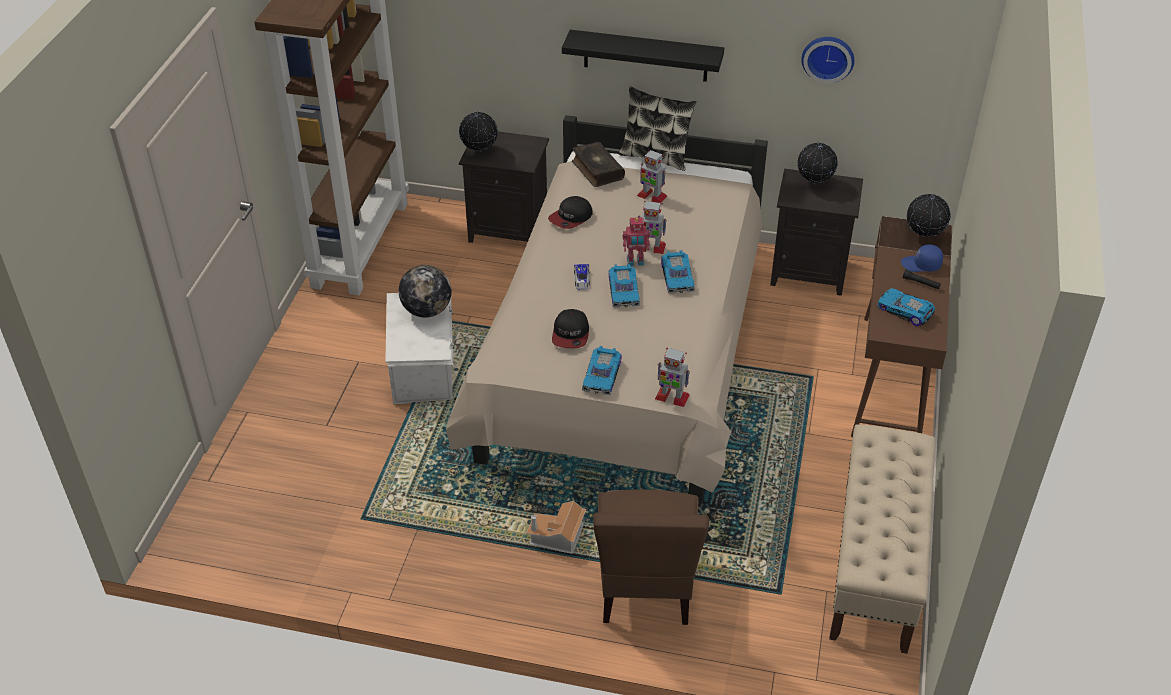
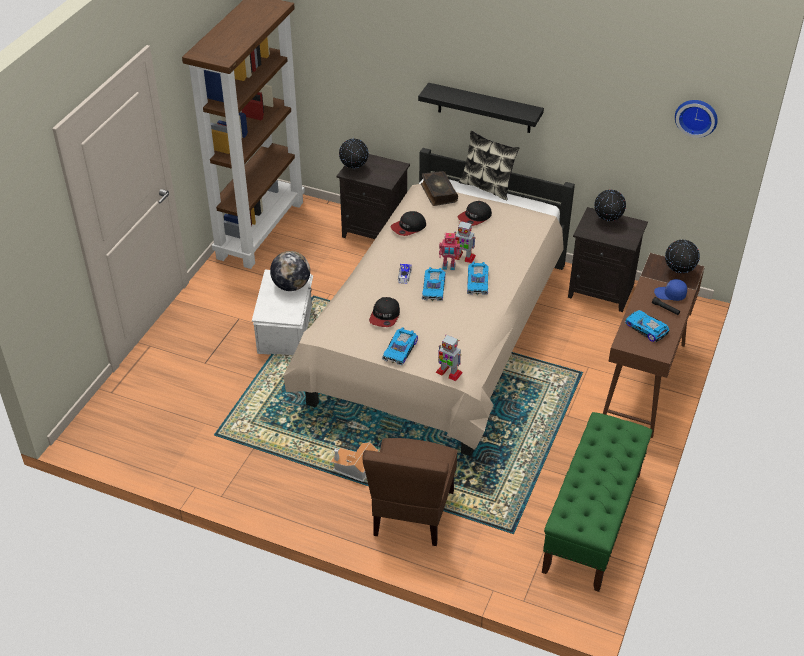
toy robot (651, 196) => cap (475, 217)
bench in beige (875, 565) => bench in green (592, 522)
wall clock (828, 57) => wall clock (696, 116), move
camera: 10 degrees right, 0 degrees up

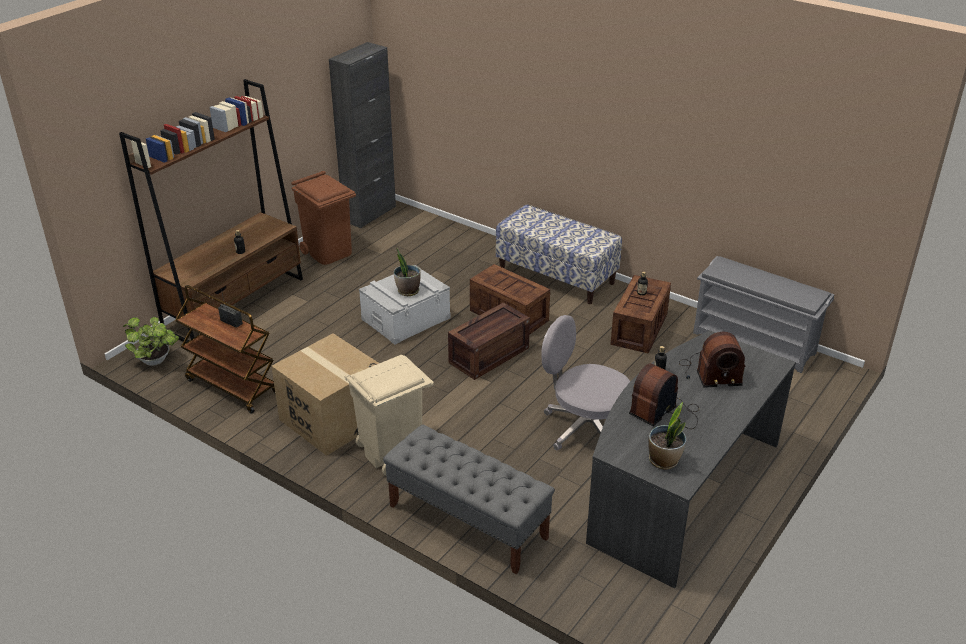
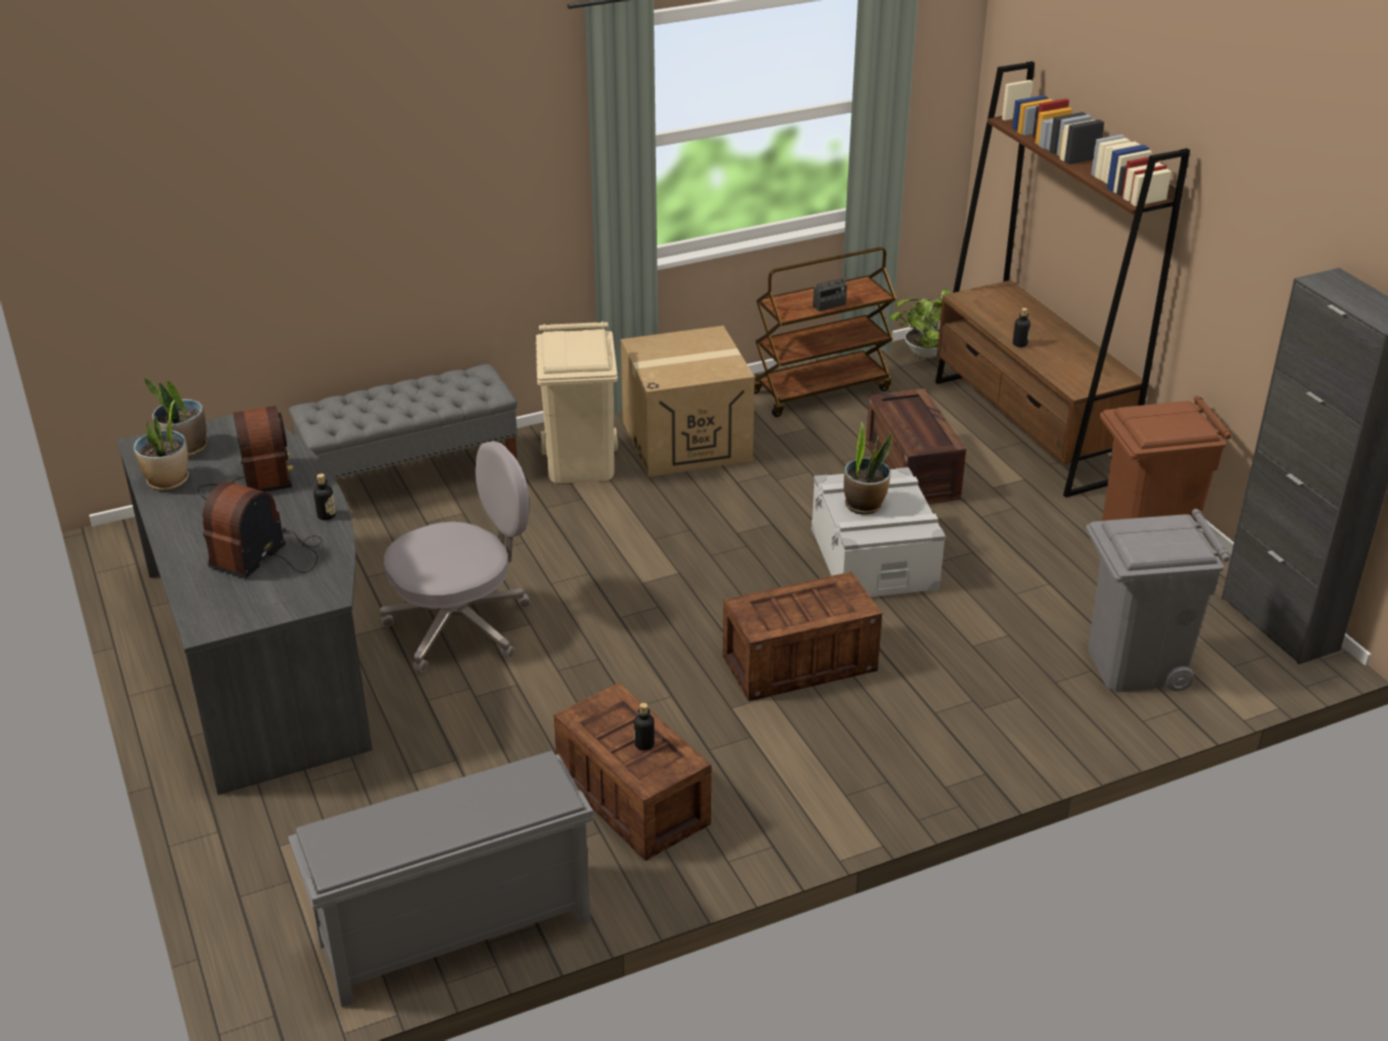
nothing => potted plant (168, 481)
crate (489, 354) => crate (914, 472), move
nothing => trash can in grey (1134, 665)
bench (556, 276) => nothing
camera: 120 degrees right, 0 degrees up

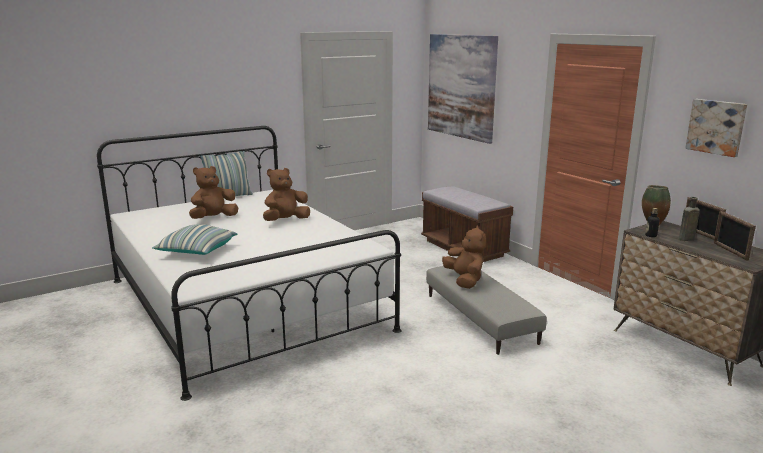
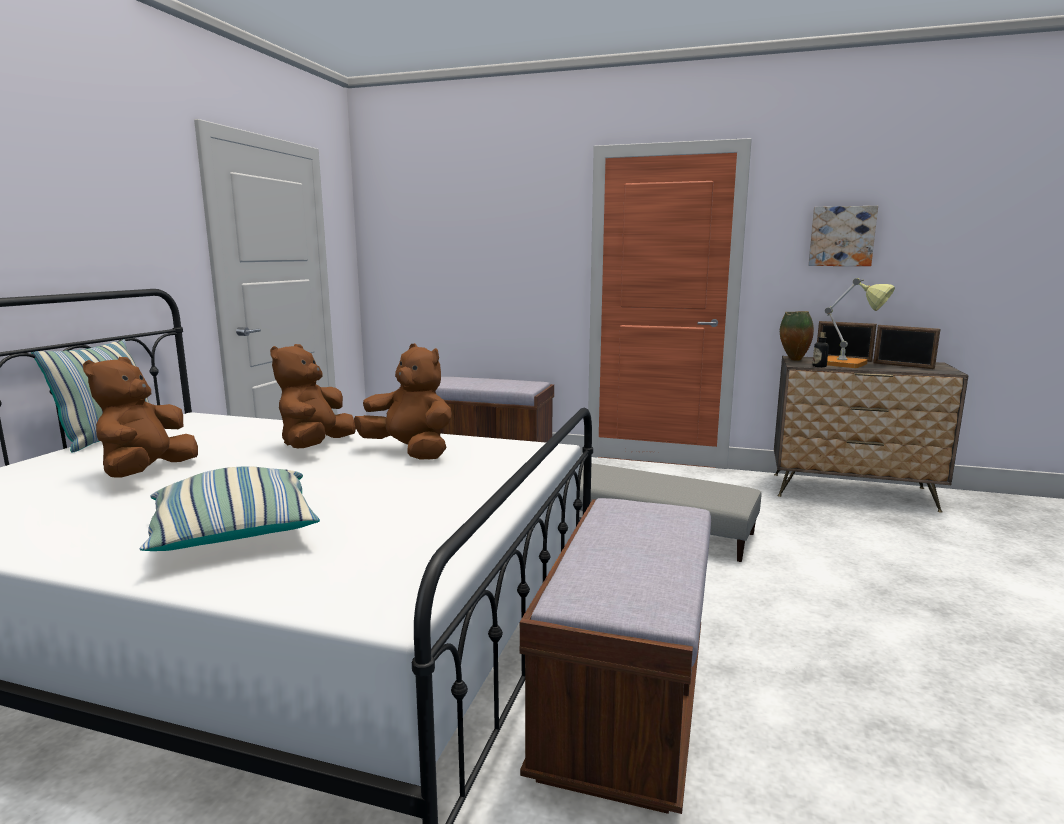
plush toy in brown (464, 280) => plush toy in brown (410, 452), move
nothing => bench in brown (624, 705)
bottle in brown (685, 239) => table lamp (849, 364)
picture (461, 86) => nothing
camera: 40 degrees left, 5 degrees down

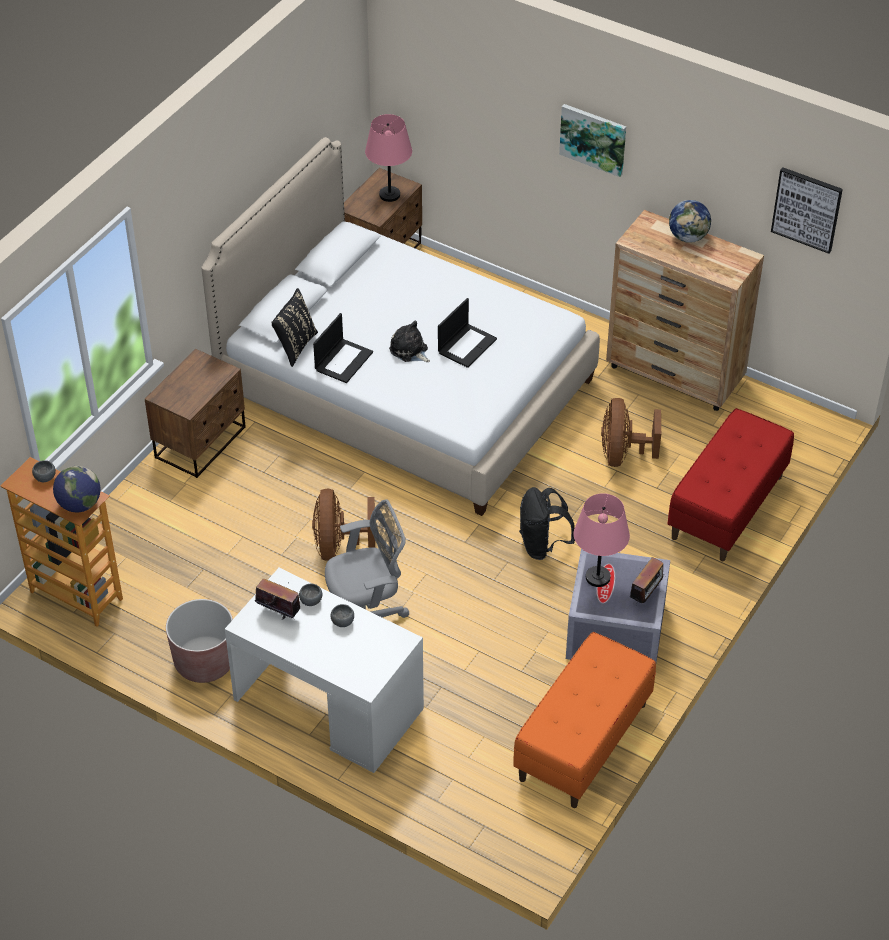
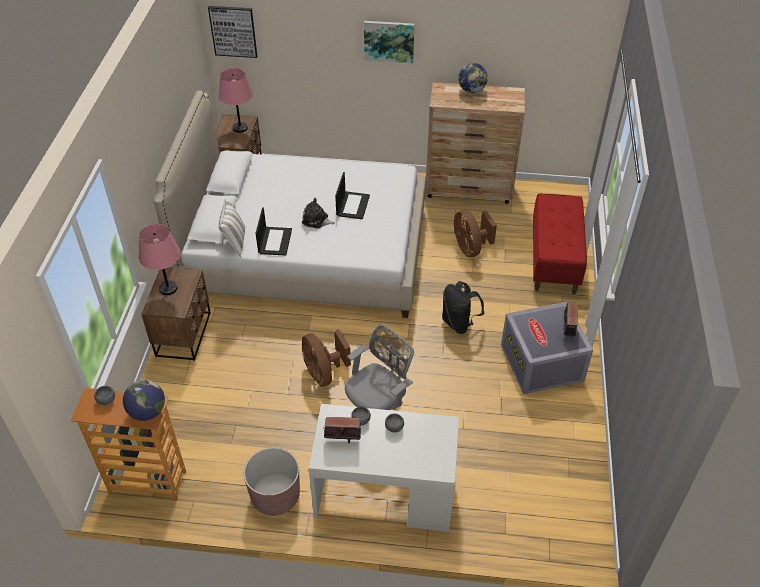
table lamp in pink (597, 577) => table lamp in pink (168, 289), move
picture (807, 209) => picture (233, 31), move
pillow in black (295, 346) => pillow in white (234, 242)
bench in orange (583, 742) => nothing
camera: 25 degrees left, 0 degrees up

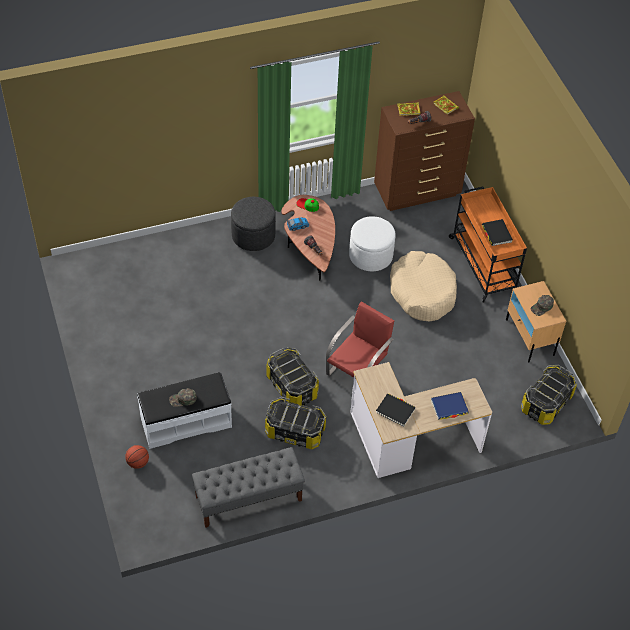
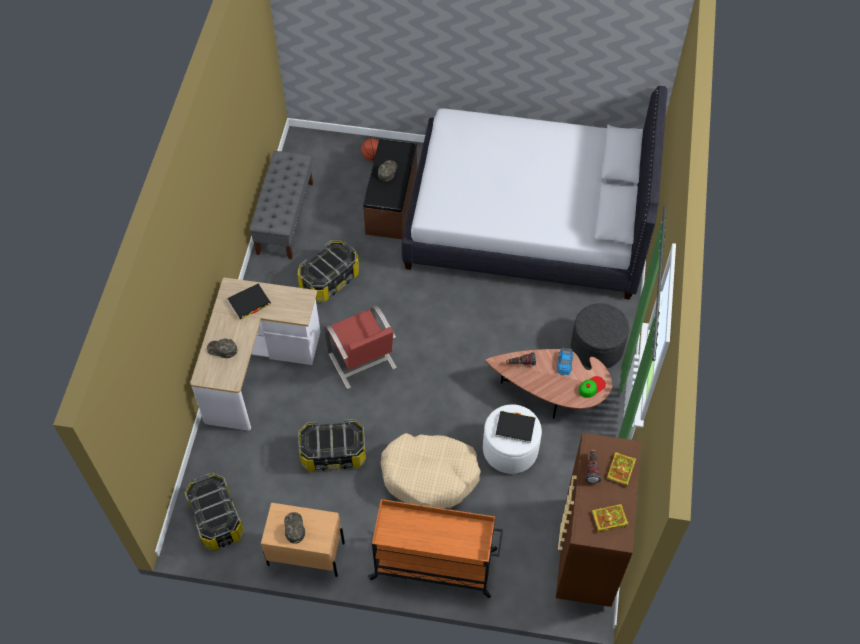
book in blue (449, 407) => cap in green (222, 349)
storage box (292, 386) => storage box (333, 453), move
bench in white (186, 422) => bench in brown (392, 203)
nothing => bed in white (527, 220)
book in black (496, 234) => book in black (515, 427), move
camera: 120 degrees right, 5 degrees up

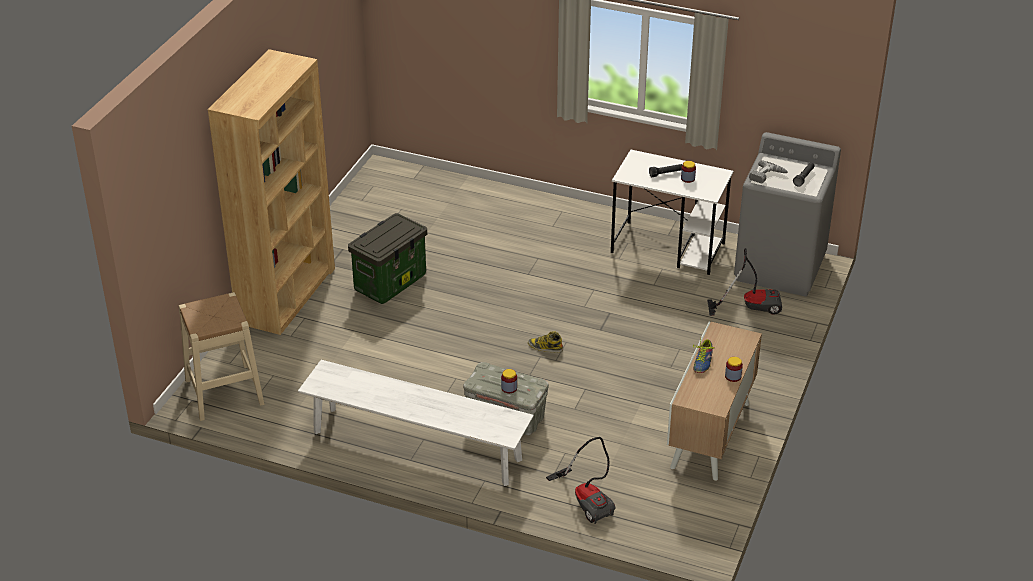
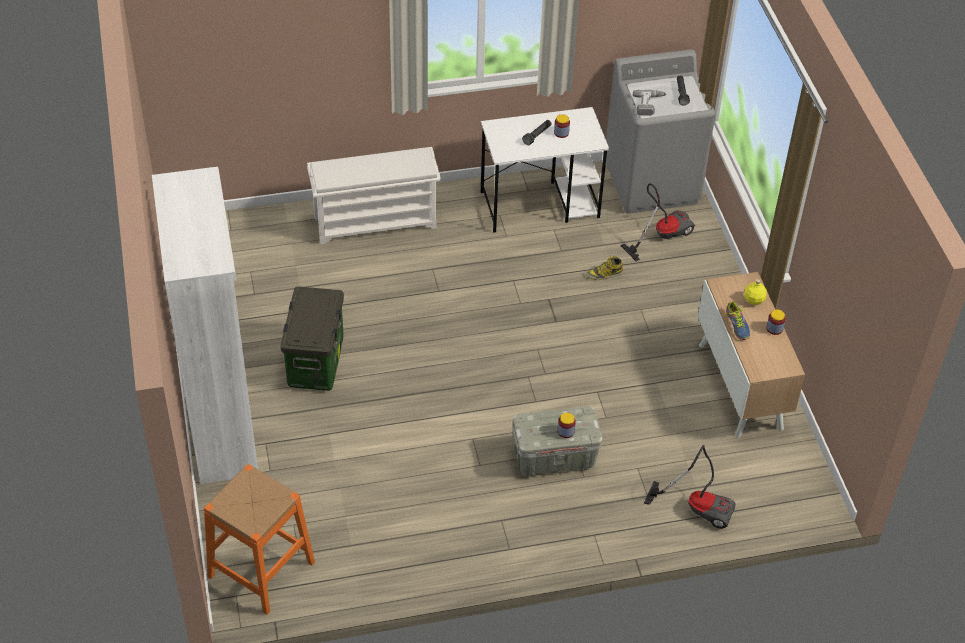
bookcase in brown (286, 295) => bookcase in white (223, 425)
stool in beige (224, 392) => stool in orange (261, 569)
nothing => shoe rack in white (376, 221)
boot (545, 347) => boot (604, 274), move
nothing => bottle in yellow (753, 300)
bench in white (416, 446) => nothing
camera: 35 degrees left, 10 degrees up

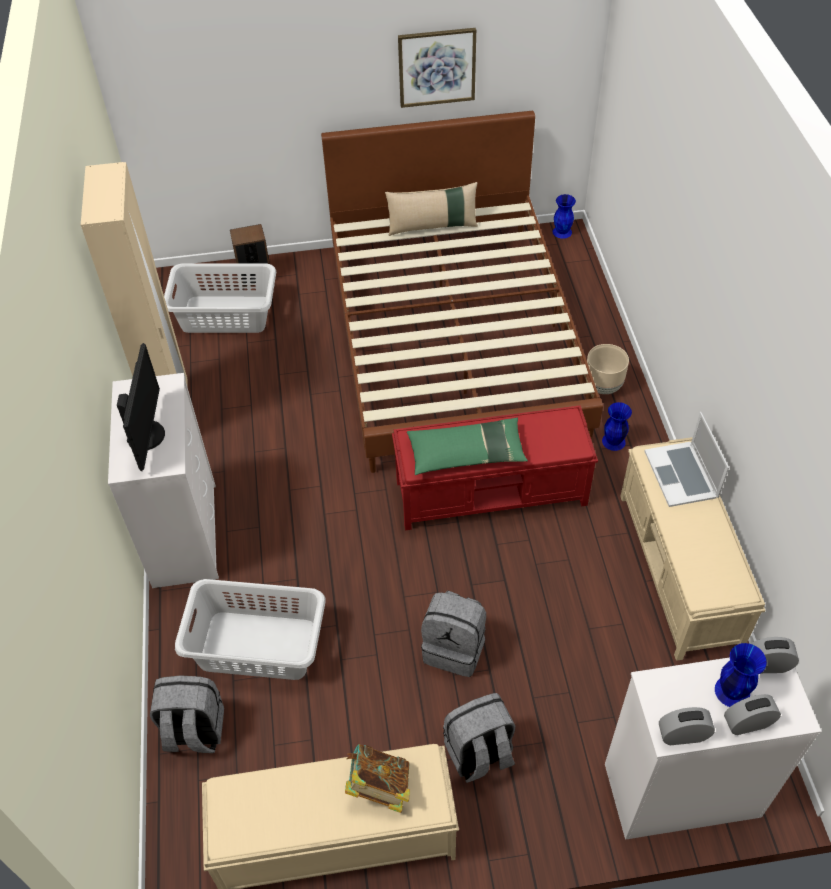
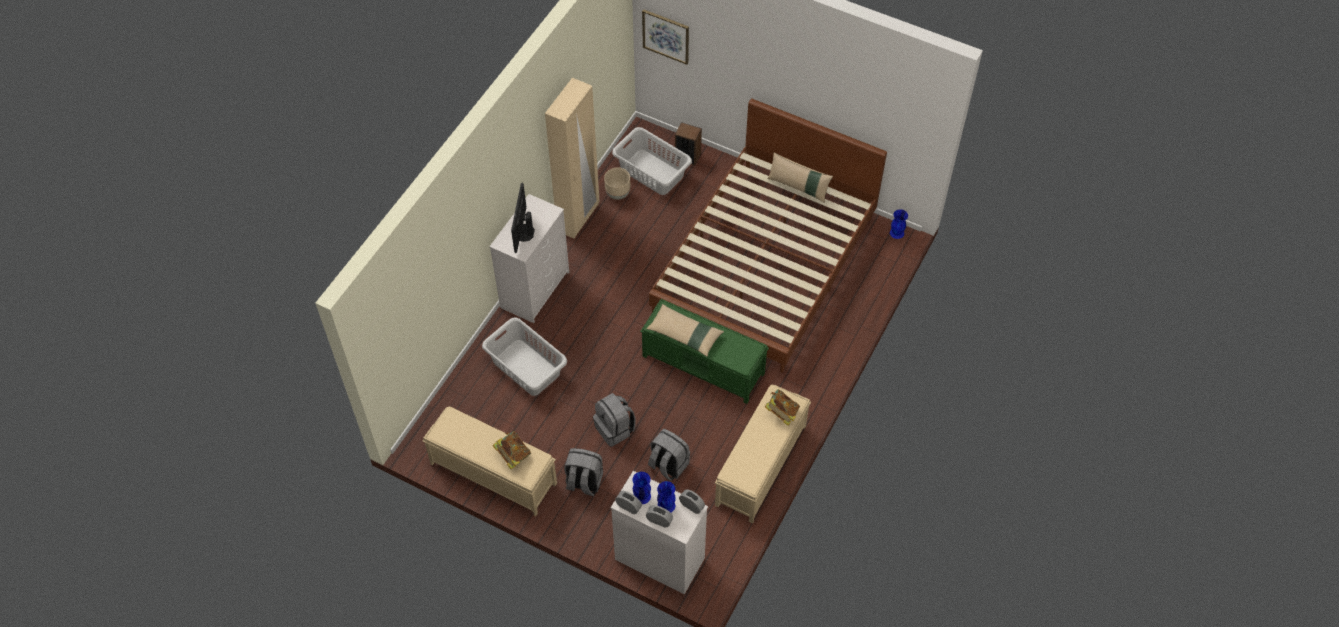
monitor (148, 435) => monitor (523, 232), 150 degrees clockwise
planter in beige (603, 386) => planter in beige (618, 193), move
vase in blue (613, 441) => vase in blue (641, 496), move
bench in red (492, 492) => bench in green (704, 365)
picture (437, 67) => picture (666, 36), move
pillow in green (467, 453) => pillow in beige (685, 334)
backpack in grey (194, 731) => backpack in grey (668, 465), move
laptop (681, 474) => book (781, 413)
camera: 35 degrees right, 5 degrees up

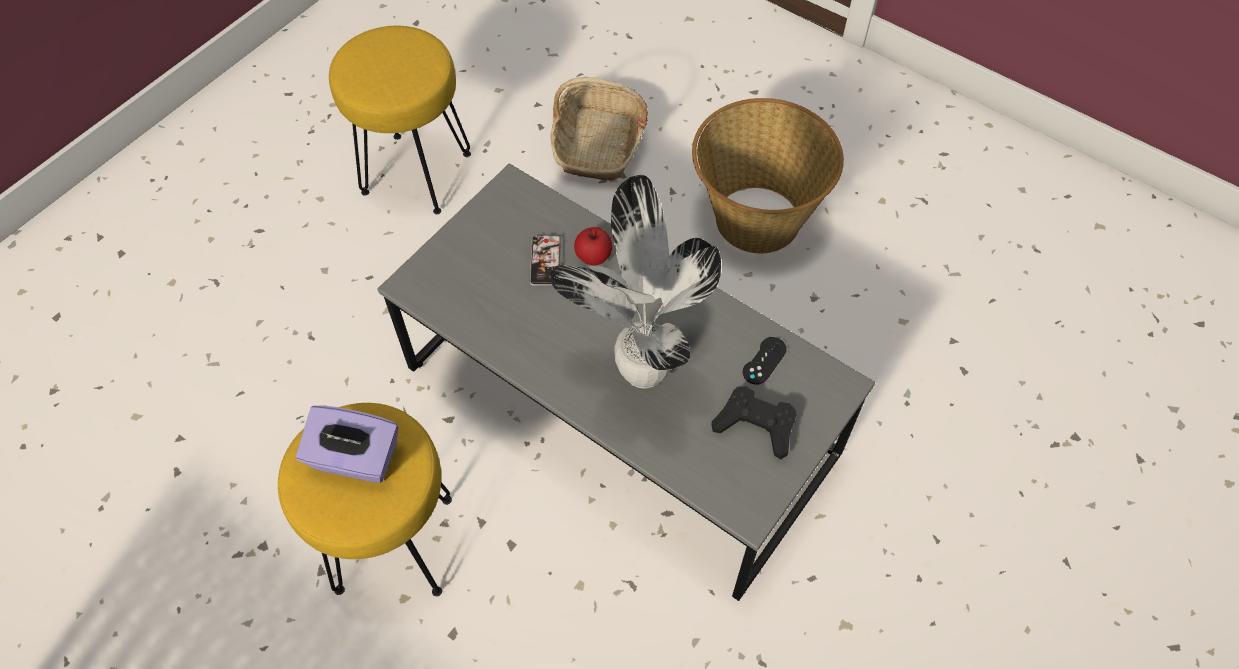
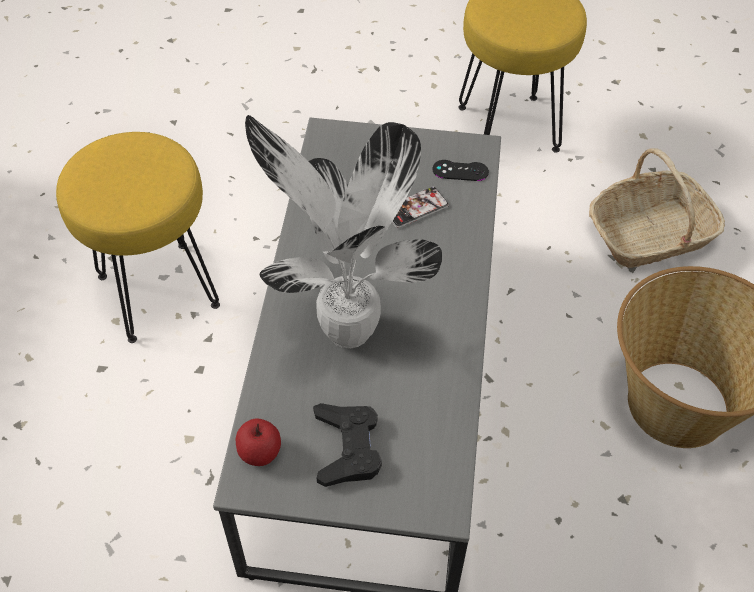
apple (593, 256) => apple (260, 452), move
game controller in black (764, 361) => game controller in black (460, 171), move
tissue box in purple (355, 459) => nothing
camera: 60 degrees right, 5 degrees down

